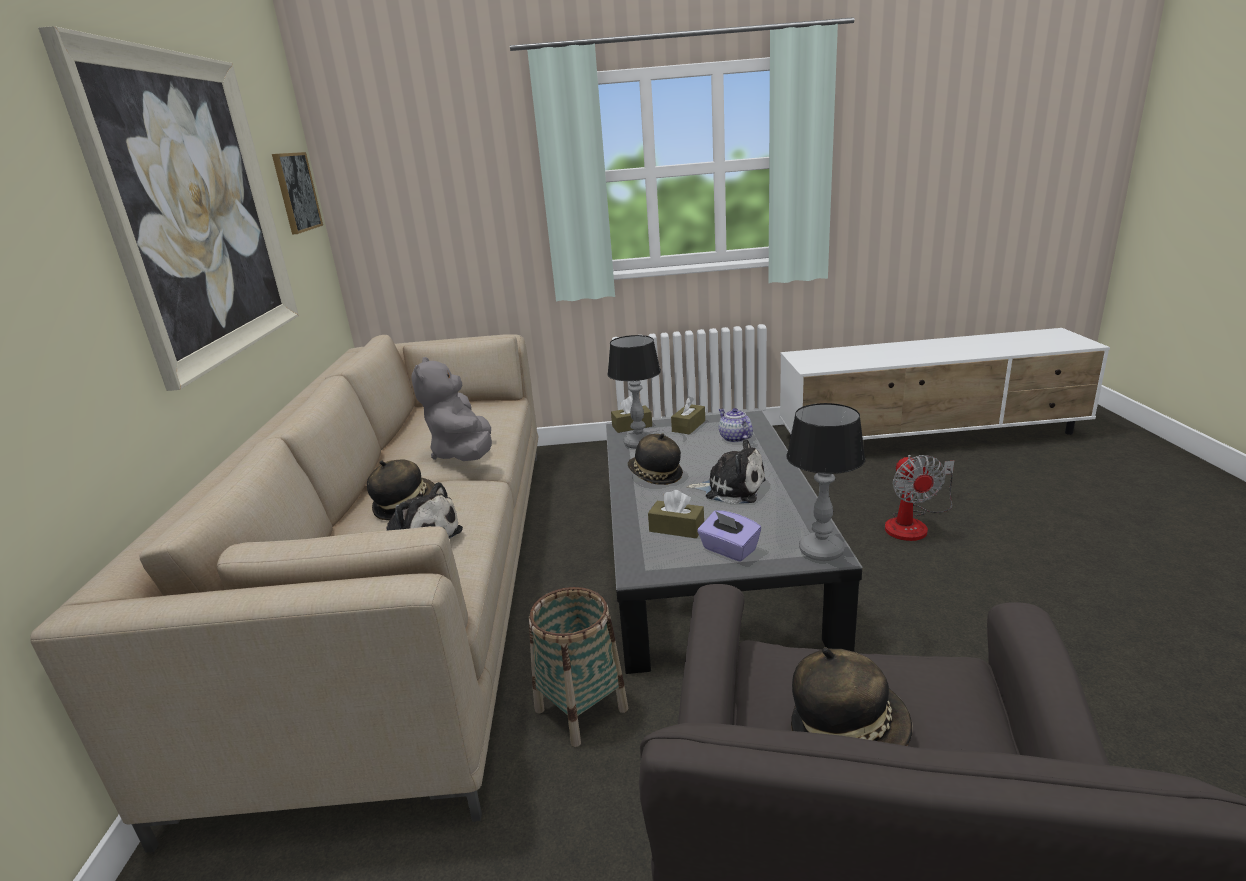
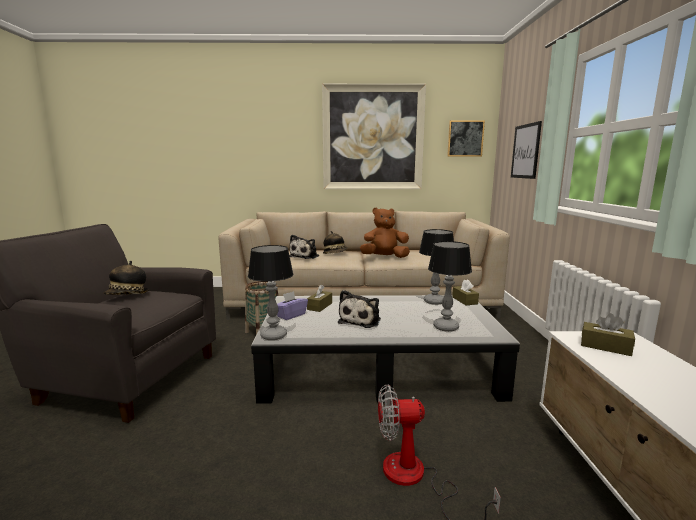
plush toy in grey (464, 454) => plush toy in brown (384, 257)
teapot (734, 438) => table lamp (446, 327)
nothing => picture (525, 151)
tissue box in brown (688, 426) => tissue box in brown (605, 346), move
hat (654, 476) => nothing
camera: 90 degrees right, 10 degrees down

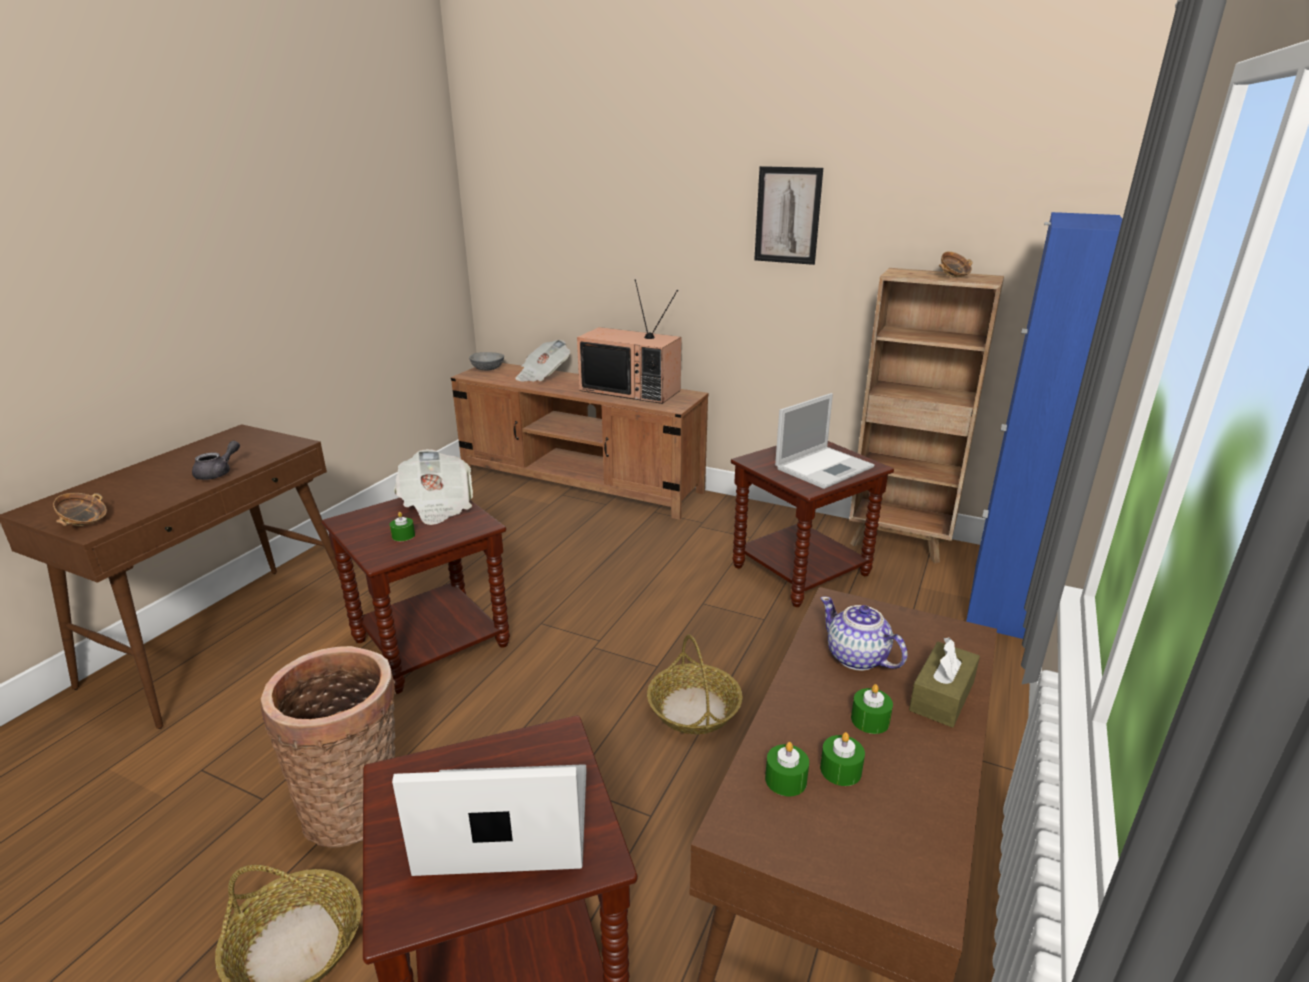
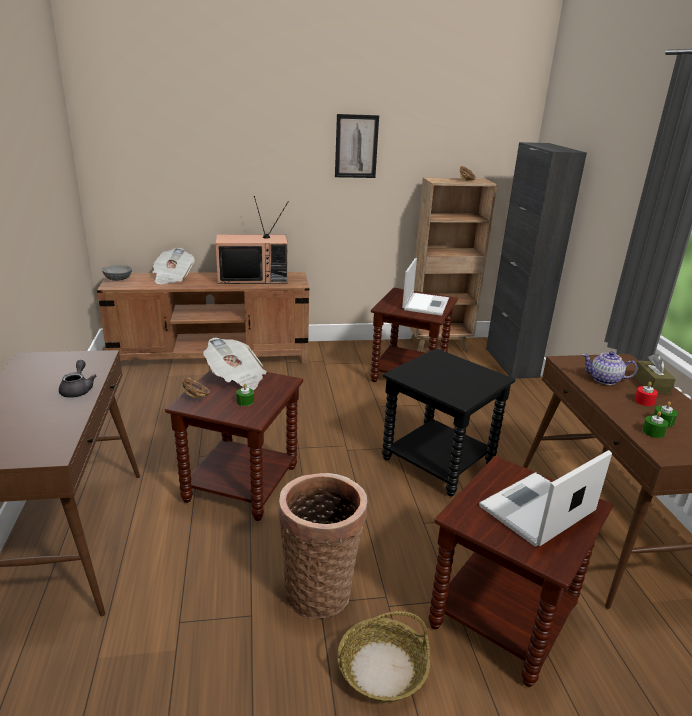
bowl (86, 523) => bowl (196, 396), move
basket (694, 709) => side table in black (438, 461)
cabinet in blue (998, 601) => cabinet in black (511, 363)
candle in green (870, 720) => candle in red (644, 401)
camera: 35 degrees left, 0 degrees up

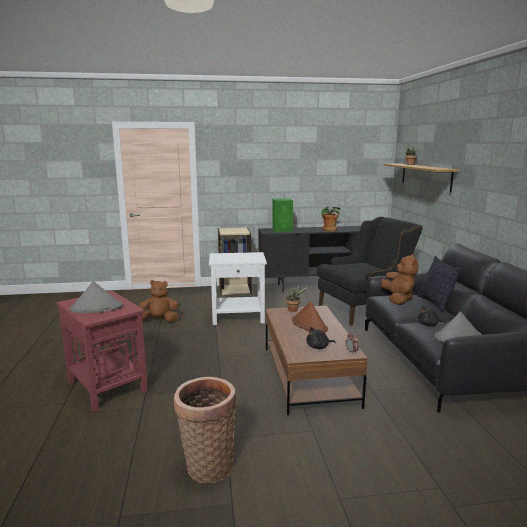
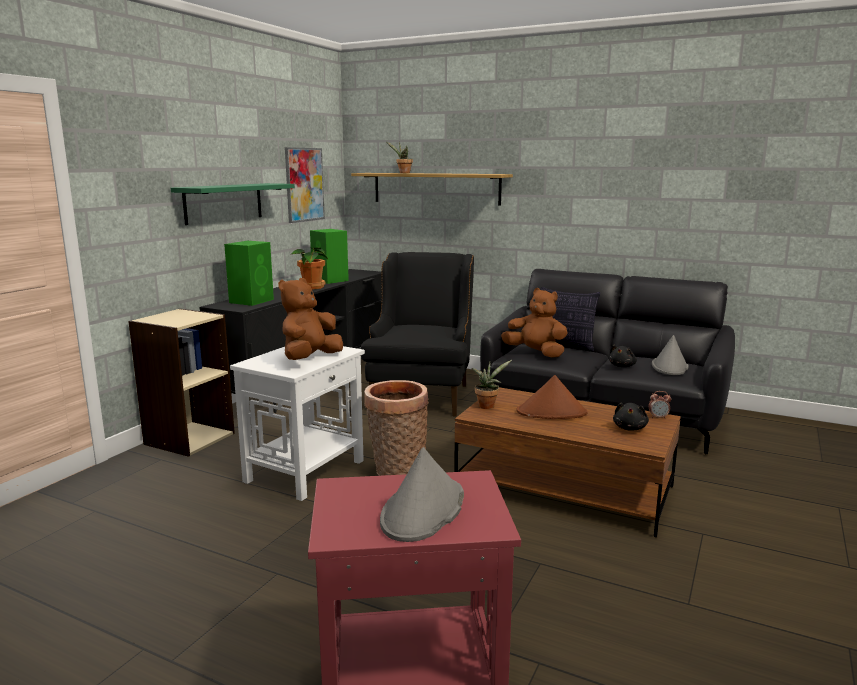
nothing => shelf in green (224, 203)
plush toy in brown (159, 320) => plush toy in brown (310, 359), move
nothing => picture (304, 184)
nothing => speaker in green (330, 280)
basket (207, 465) => basket (397, 472), move
camera: 55 degrees left, 0 degrees up

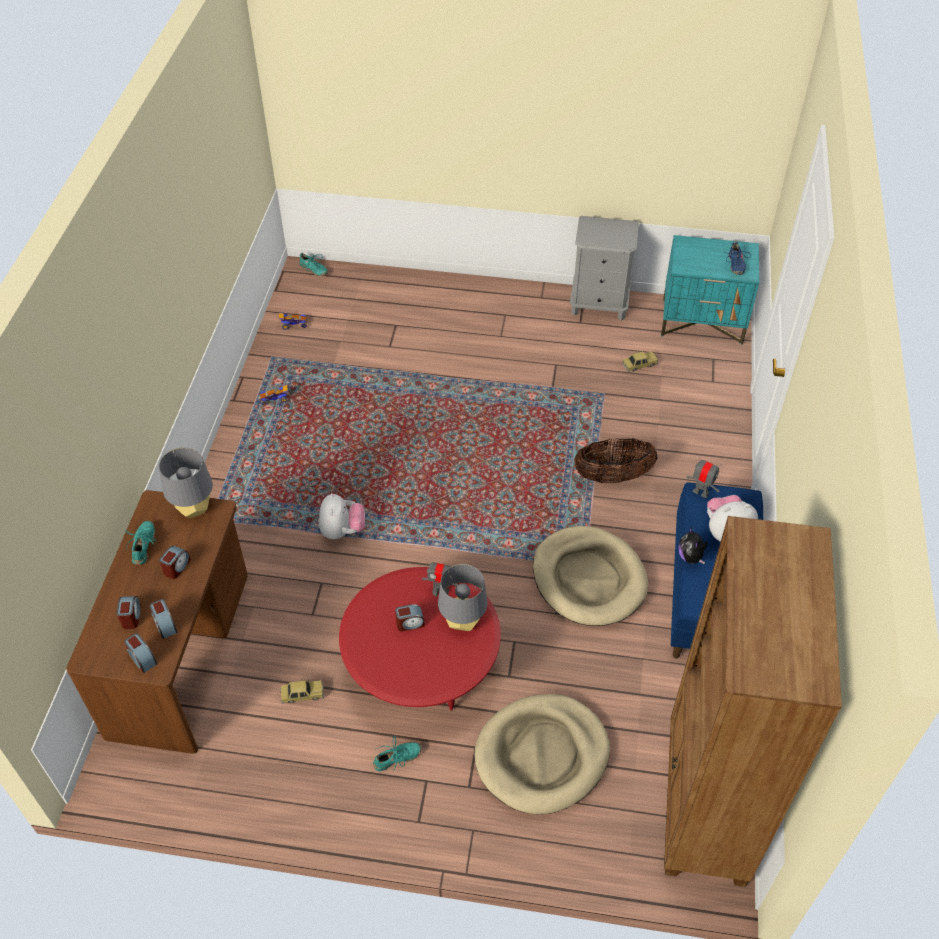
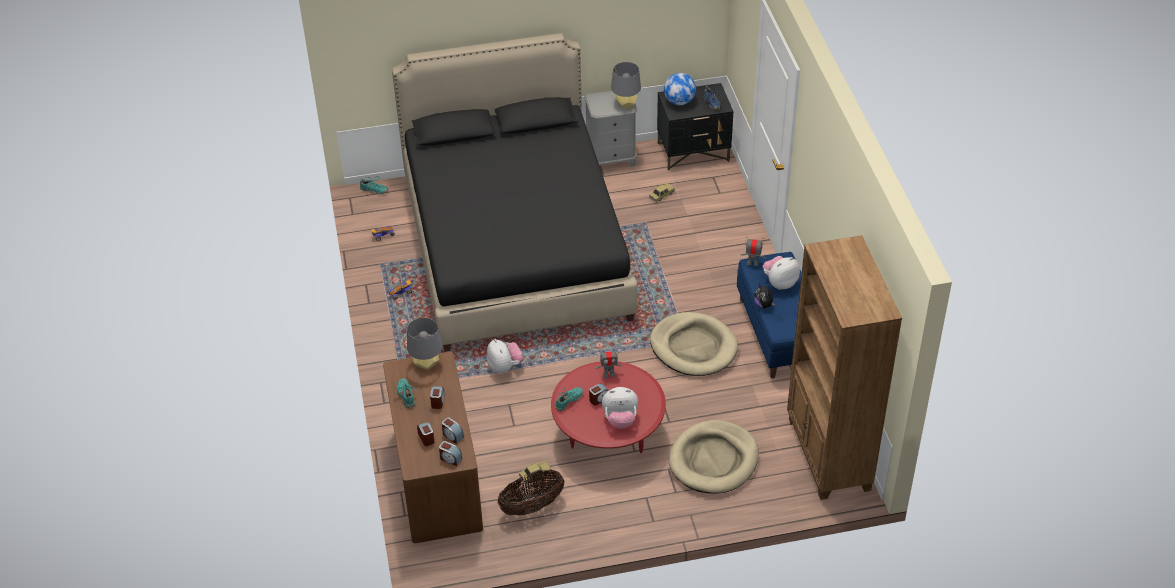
nothing => bed in black (515, 247)
basket (613, 476) => basket (531, 506), move
shoe in turquoise (397, 759) => shoe in turquoise (568, 401), move
nothing => plush toy (620, 419)
table lamp in grey (462, 622) => table lamp in grey (625, 104), move
nightstand in turquoise (702, 321) => nightstand in black (693, 152)
nothing => globe (679, 101)
camera: 20 degrees left, 5 degrees down

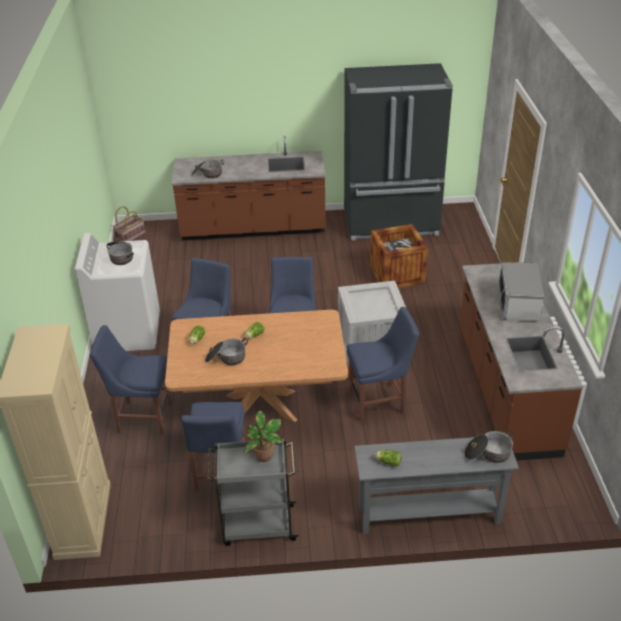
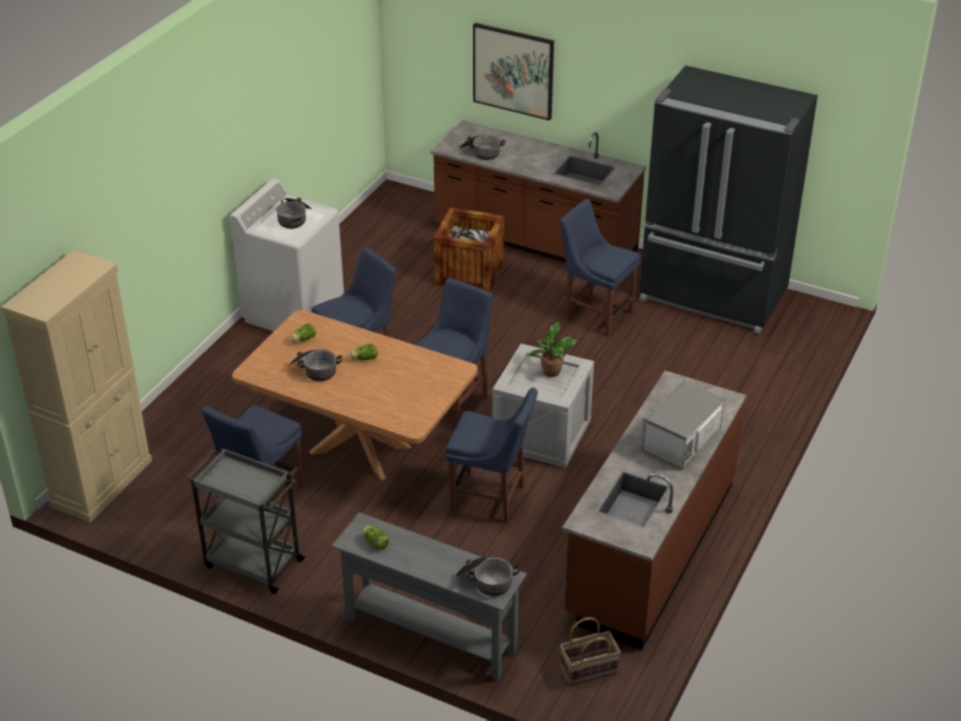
crate (397, 274) => crate (469, 273), move
nothing => picture (513, 70)
potted plant (264, 457) => potted plant (551, 372), move
chair in blue (142, 417) => chair in blue (595, 314), move
basket (130, 236) => basket (589, 668), move
camera: 30 degrees right, 0 degrees up

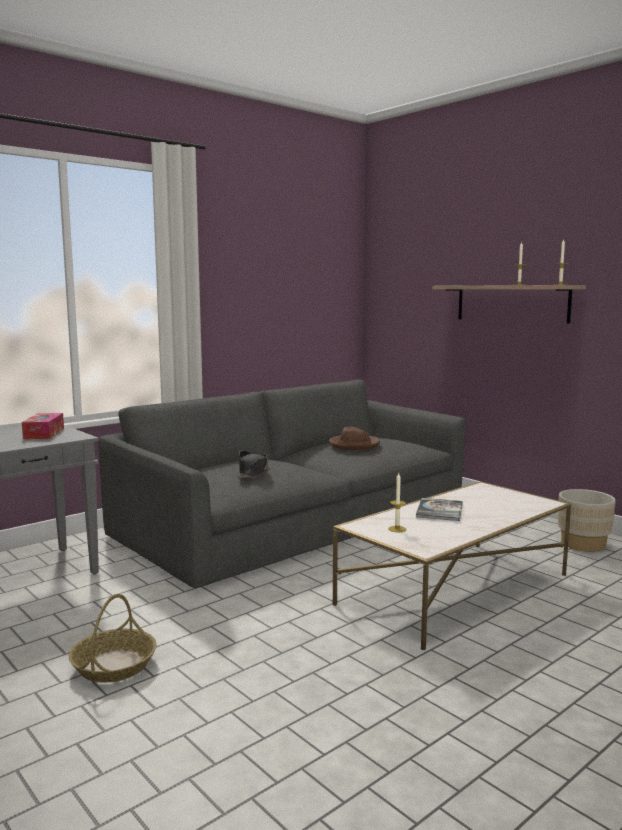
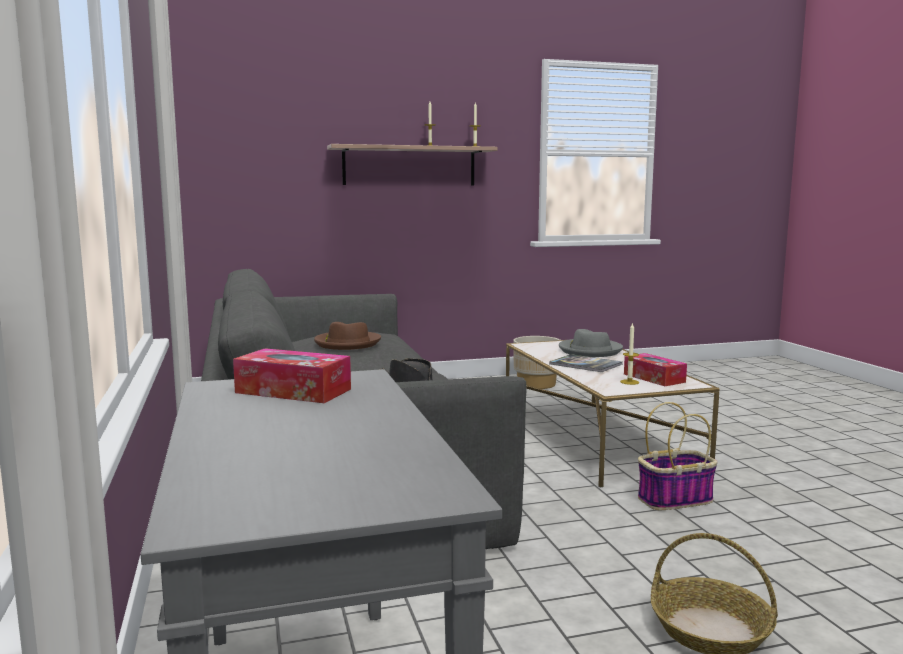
nothing => hat in grey (590, 350)
nothing => tissue box (654, 378)
nothing => basket (675, 499)
camera: 65 degrees left, 0 degrees up

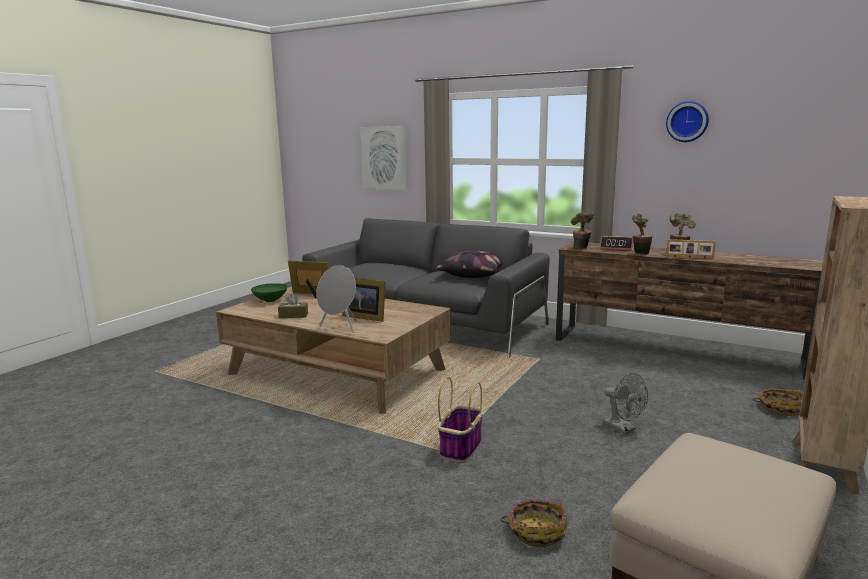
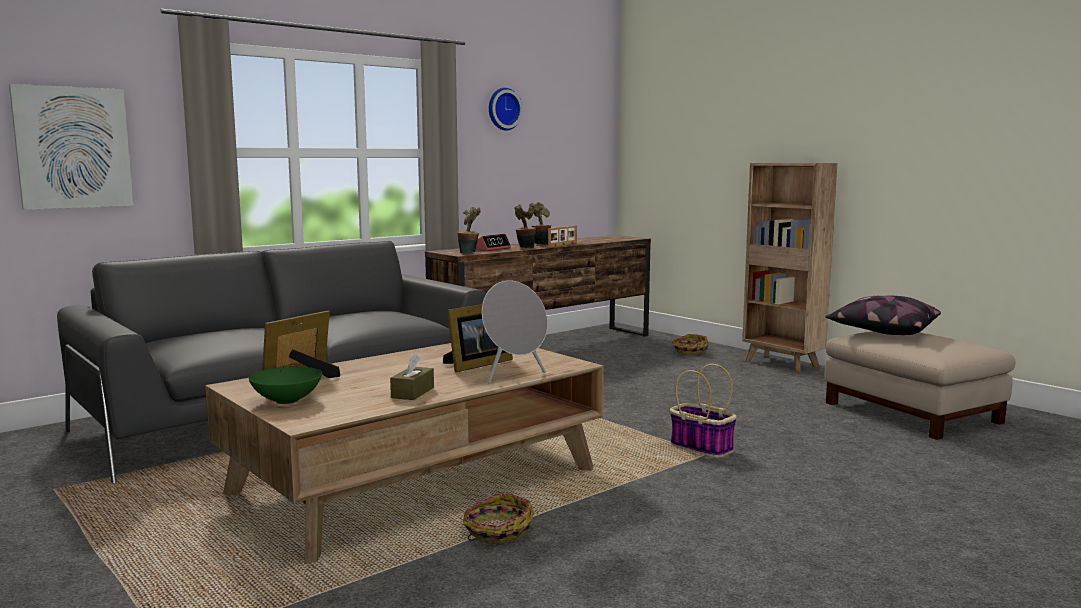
basket (536, 531) => basket (497, 532), move
pillow (472, 274) => pillow (882, 332), move
fan in grey (623, 428) => nothing
camera: 70 degrees left, 5 degrees down

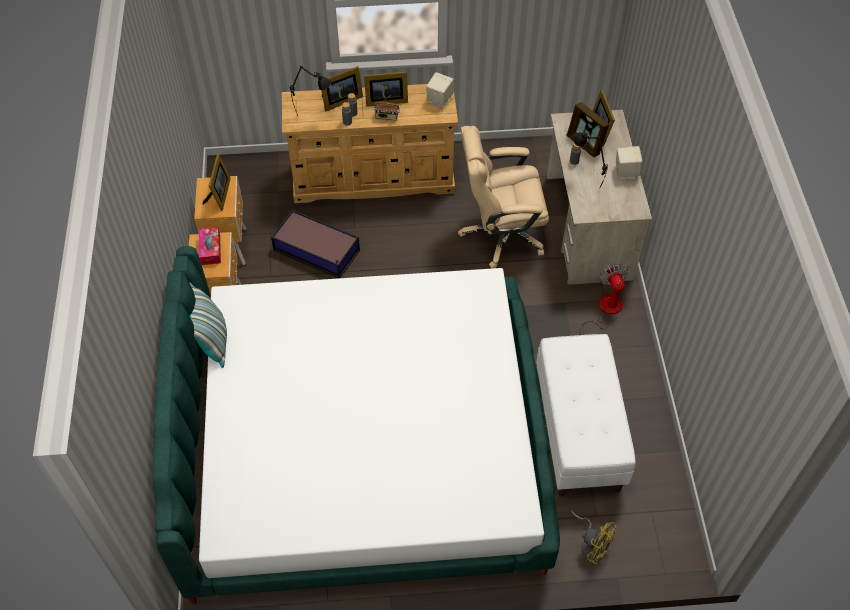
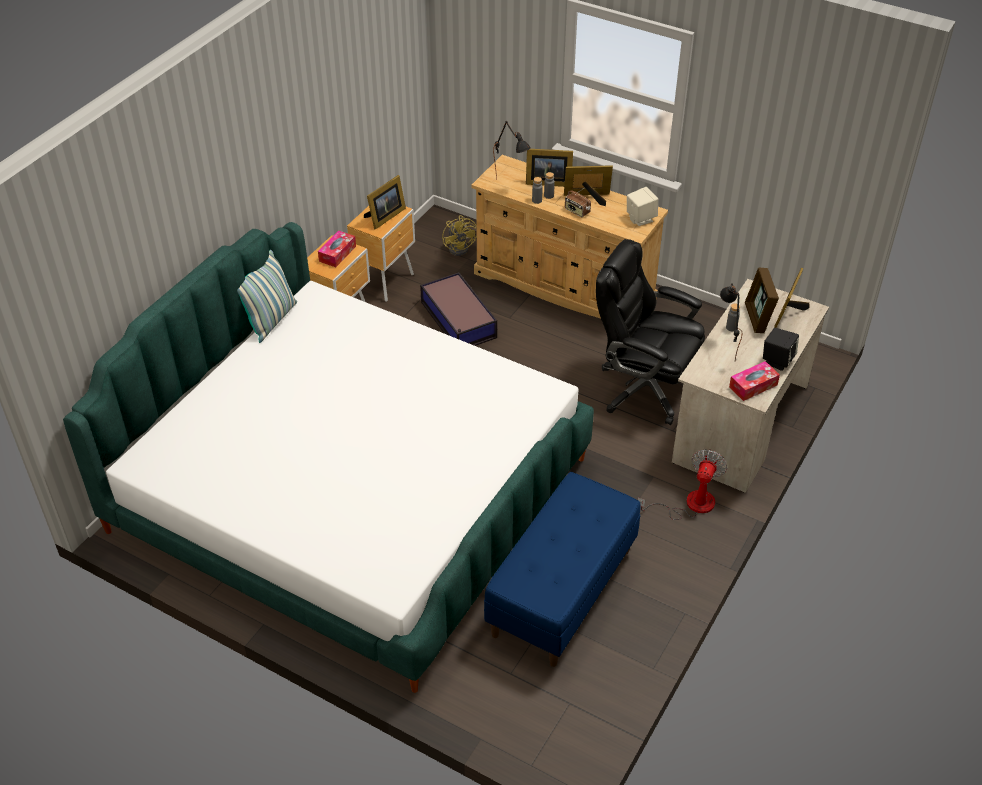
fan in yellow (592, 544) => fan in yellow (461, 247), move
bench in white (577, 430) => bench in blue (561, 591)
picture frame (385, 100) => picture frame (588, 198), 150 degrees clockwise
office chair in beige (501, 234) => office chair in black (644, 388)
nothing => tissue box (753, 386)
speaker in beige (626, 172) => speaker in black (777, 360)
camera: 35 degrees right, 10 degrees down

